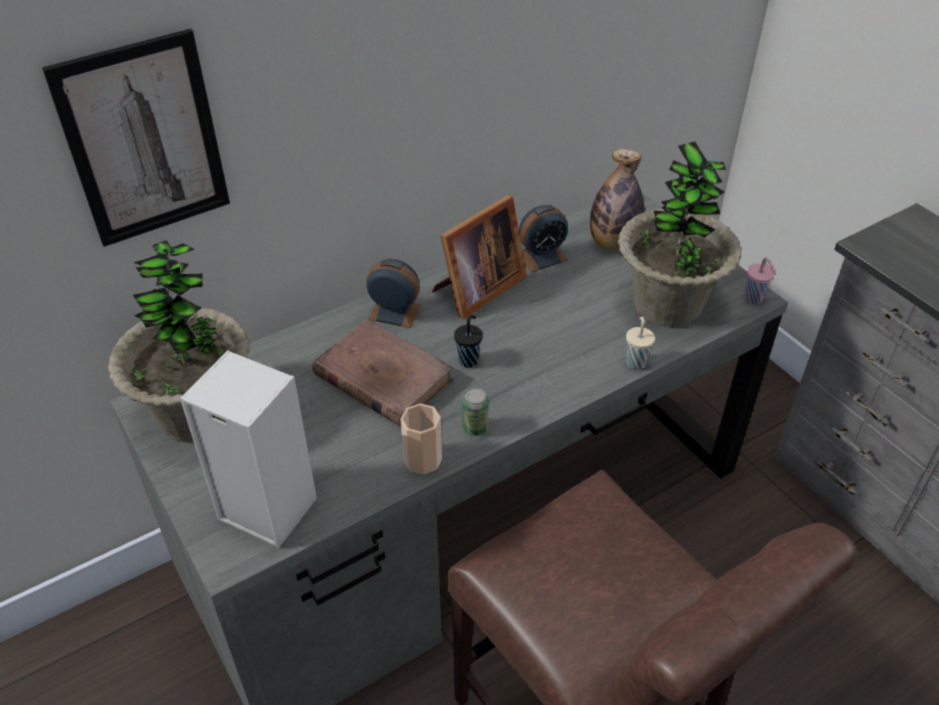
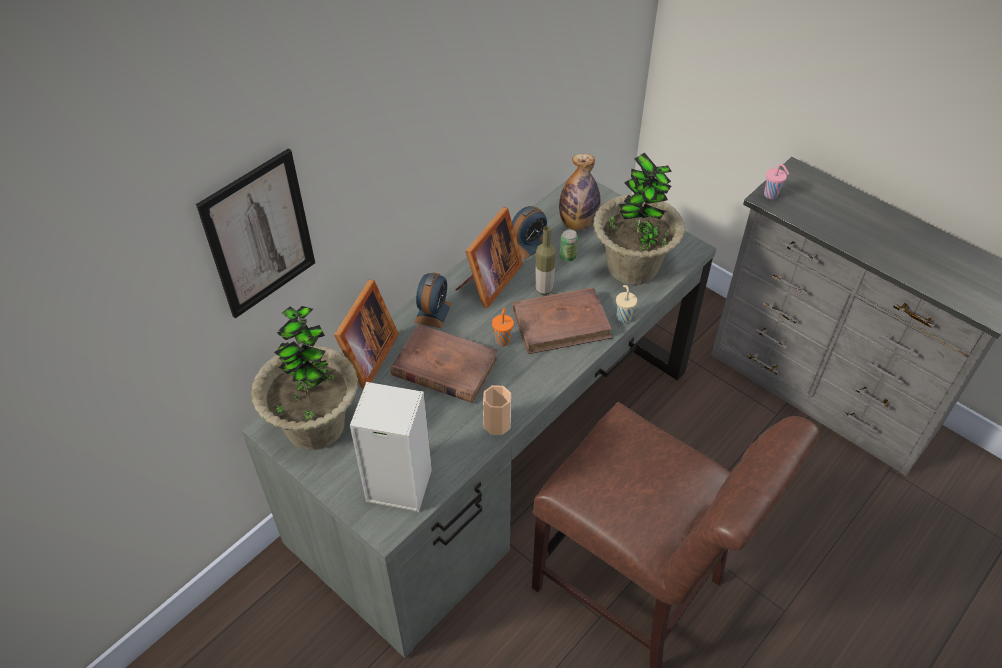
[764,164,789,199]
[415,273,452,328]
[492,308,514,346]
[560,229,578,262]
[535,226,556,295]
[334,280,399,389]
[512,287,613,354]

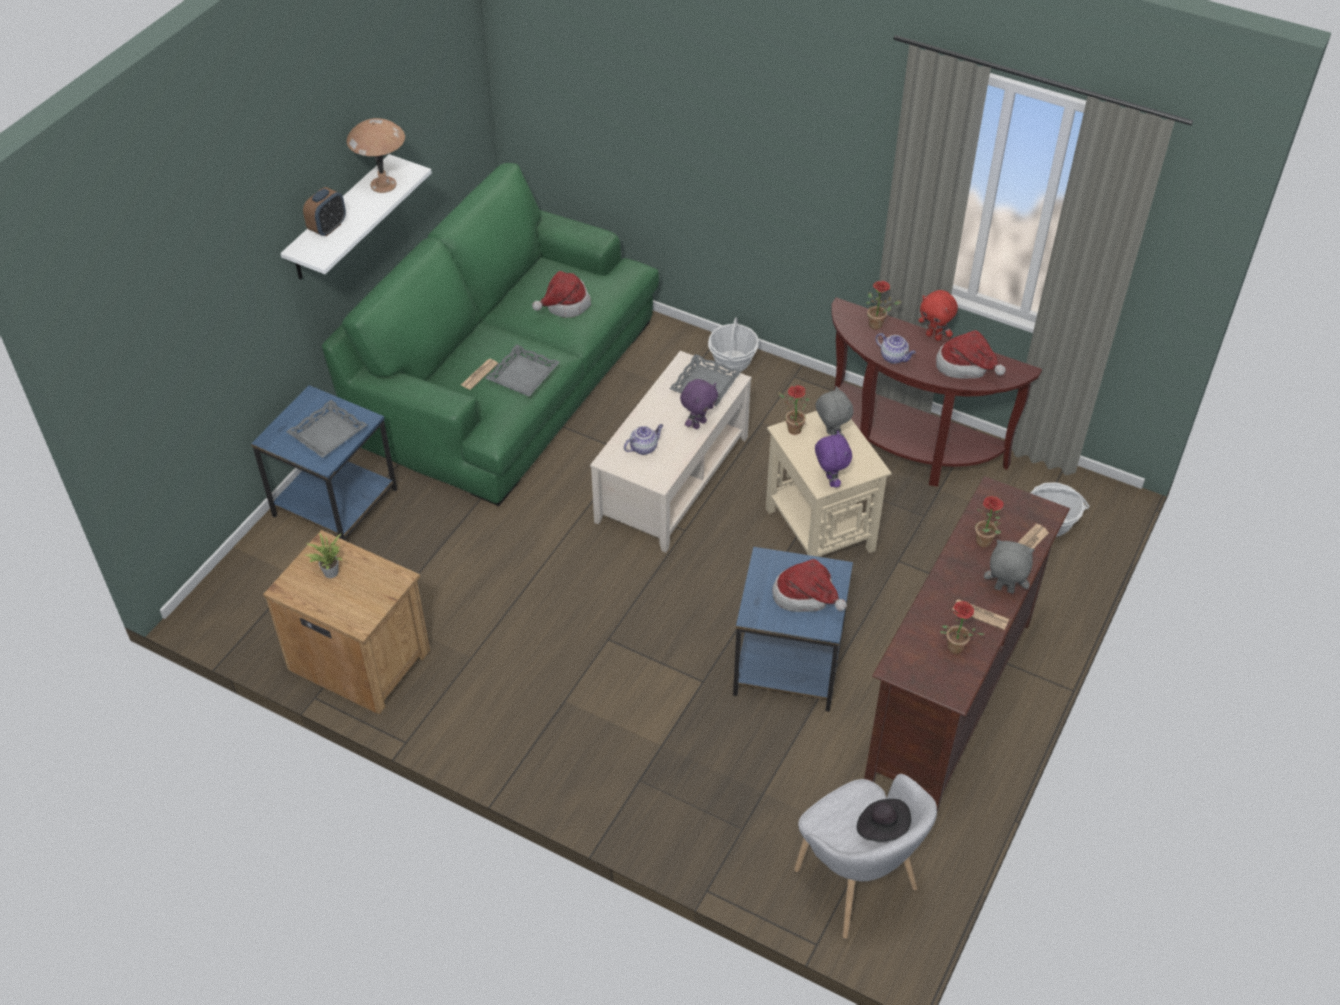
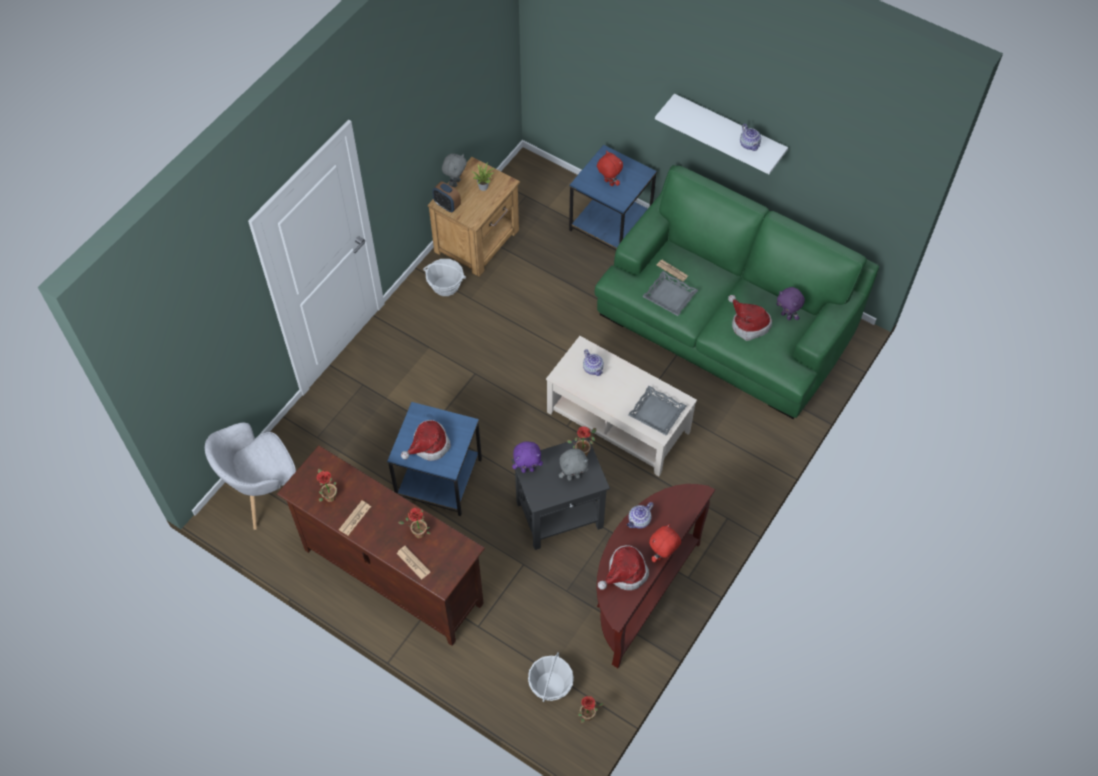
[740,124,761,151]
[432,181,461,212]
[578,696,604,723]
[423,259,466,296]
[777,287,805,320]
[597,151,623,186]
[511,437,610,550]
[442,154,467,187]
[857,799,911,841] (first image)

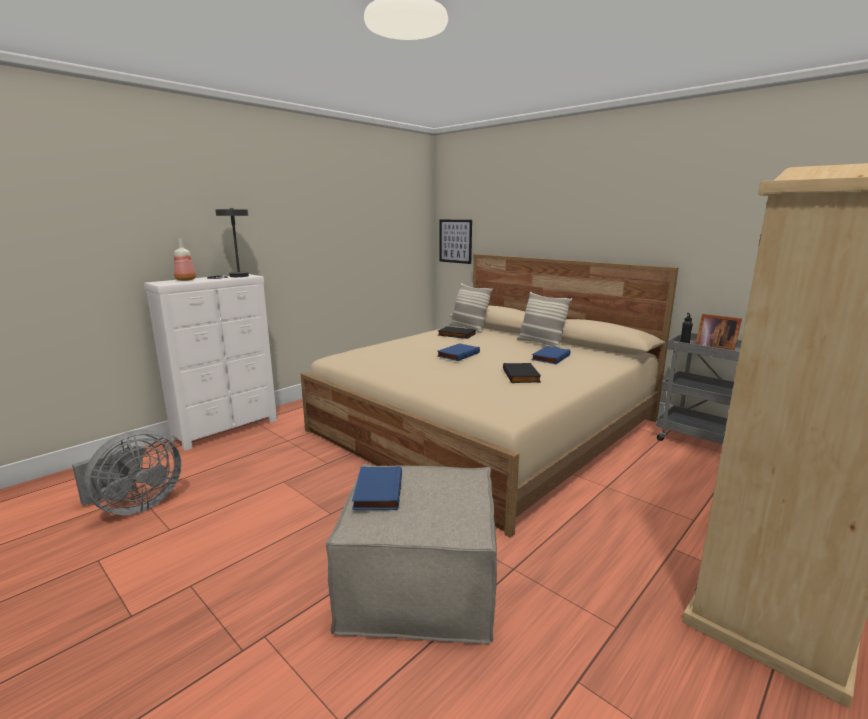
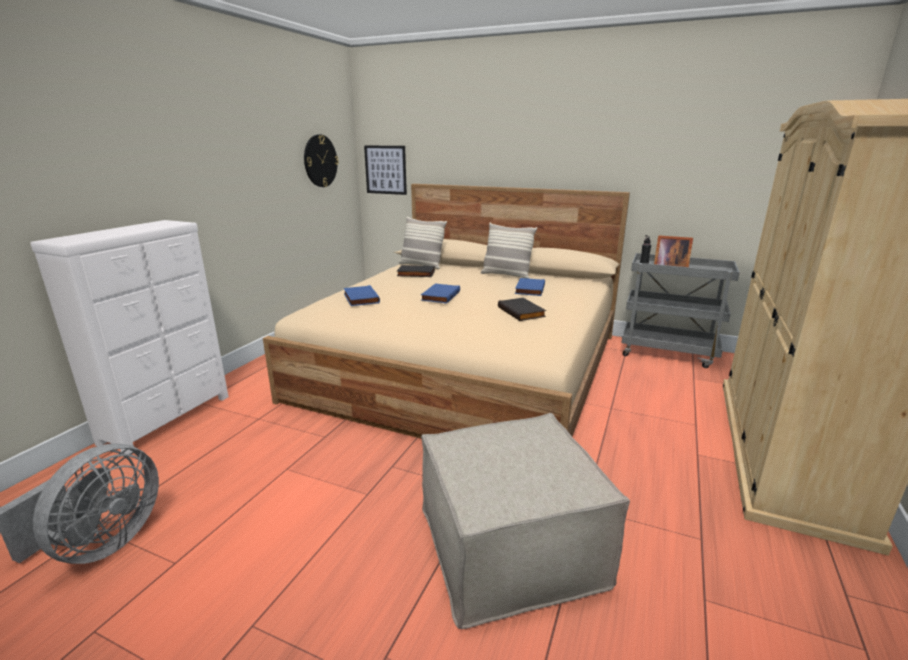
[207,208,249,279] (first image)
[174,239,196,281] (first image)
[344,285,380,306]
[304,134,339,187]

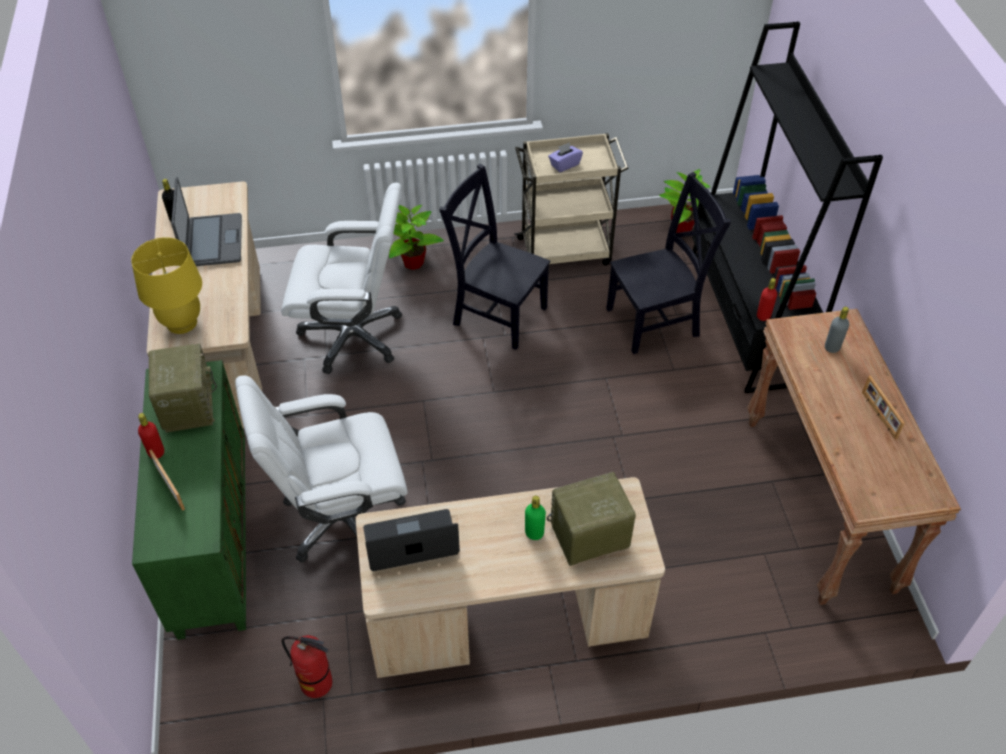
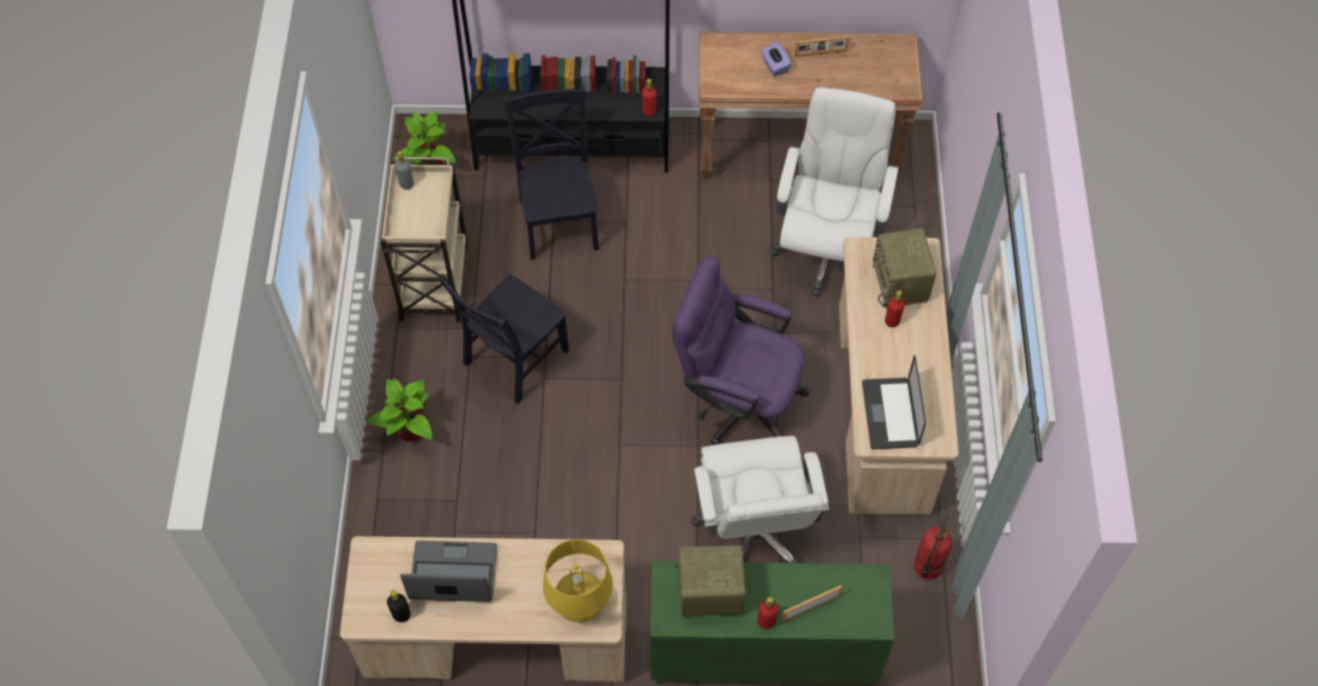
[761,41,791,77]
[770,87,898,296]
[395,151,414,190]
[885,290,905,327]
[672,255,809,445]

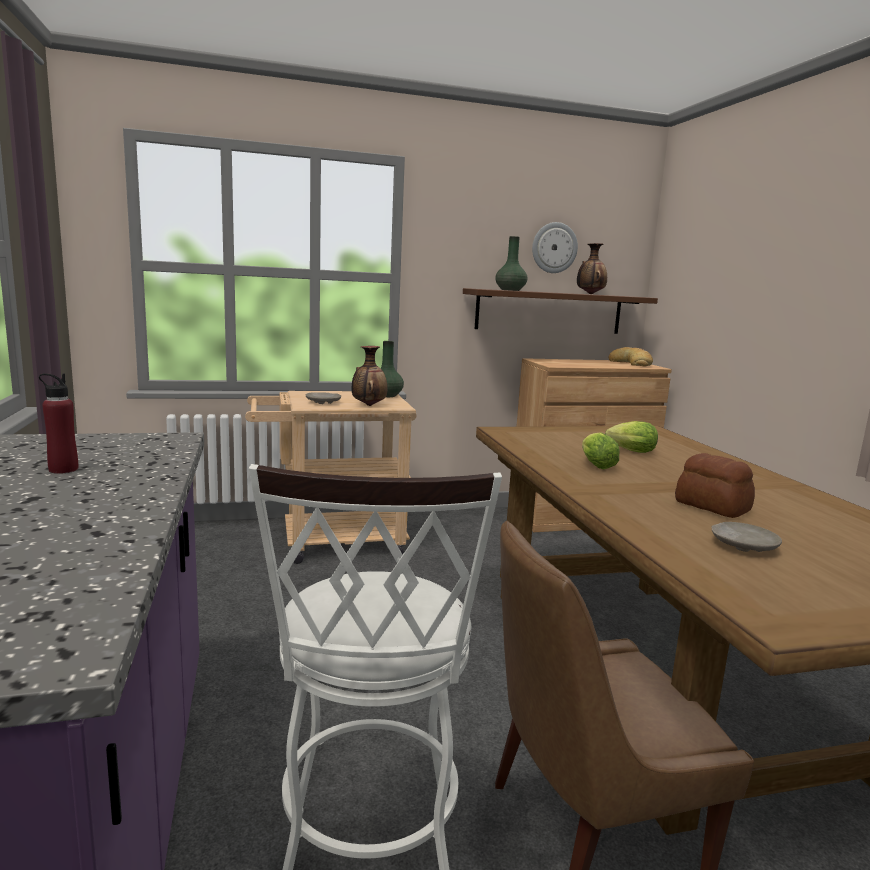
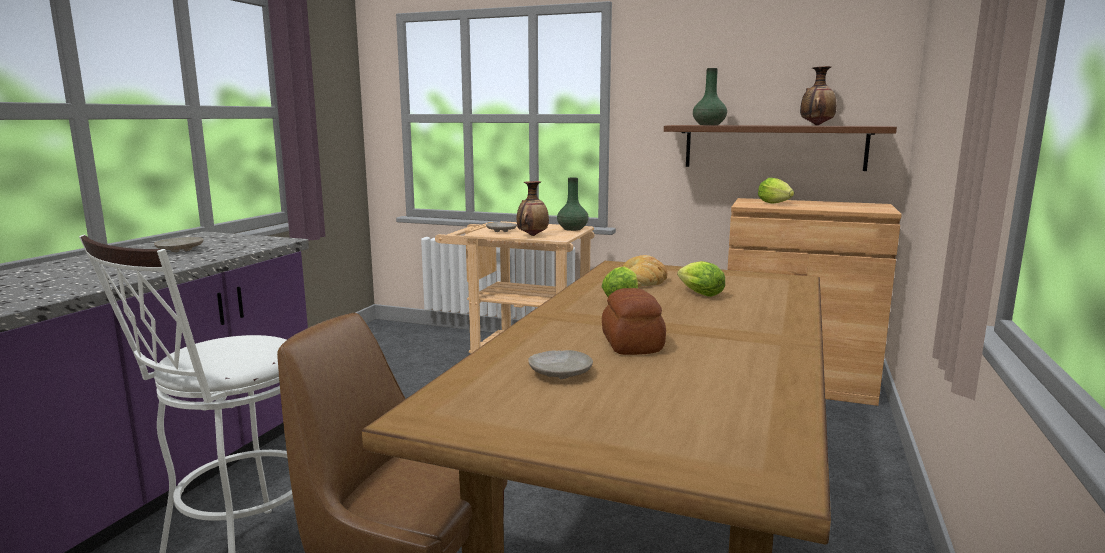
[532,222,578,273] (first image)
[623,255,667,287]
[154,237,203,252]
[758,178,794,203]

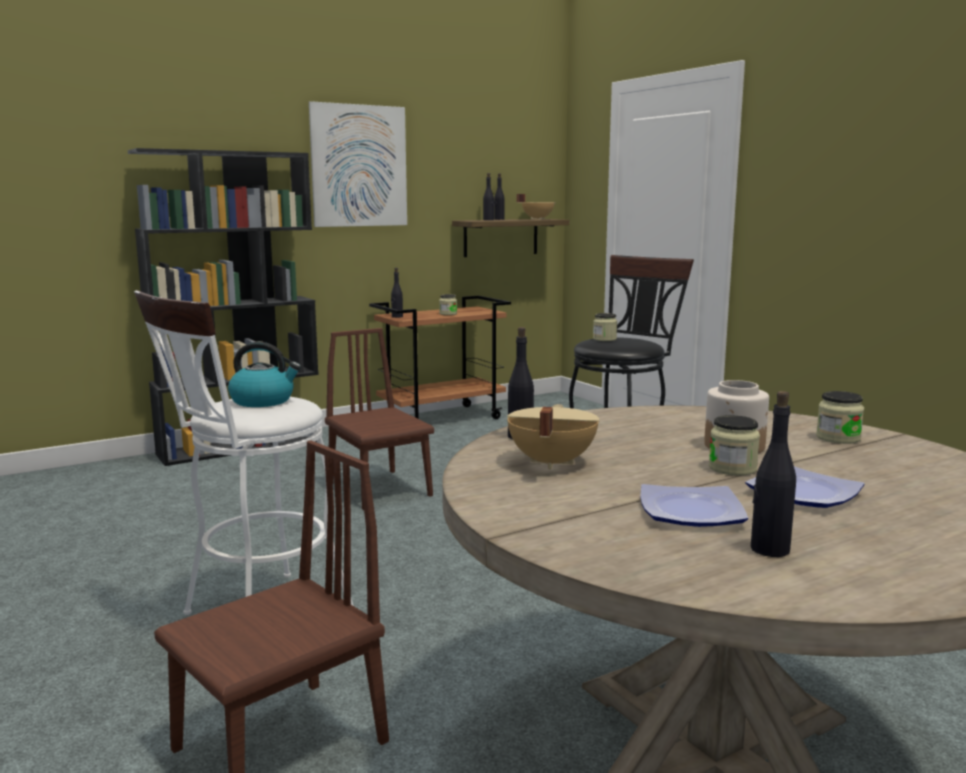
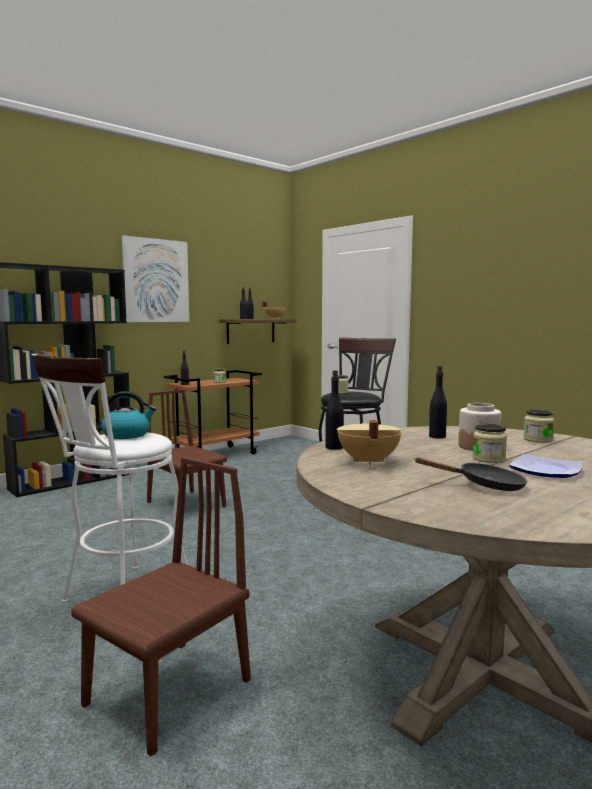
[429,366,447,439]
[414,457,527,491]

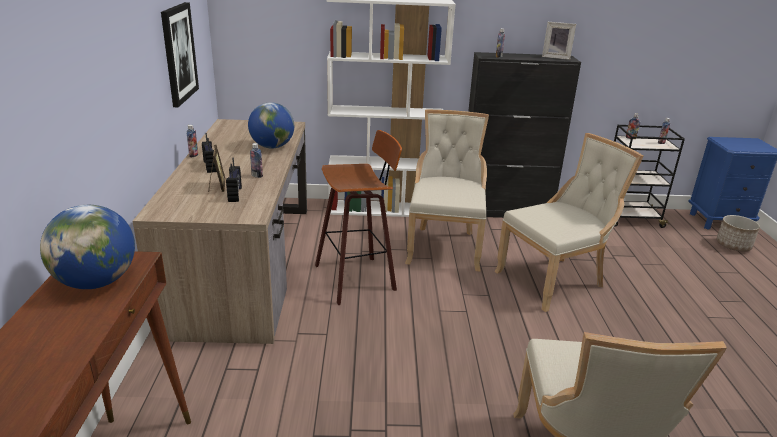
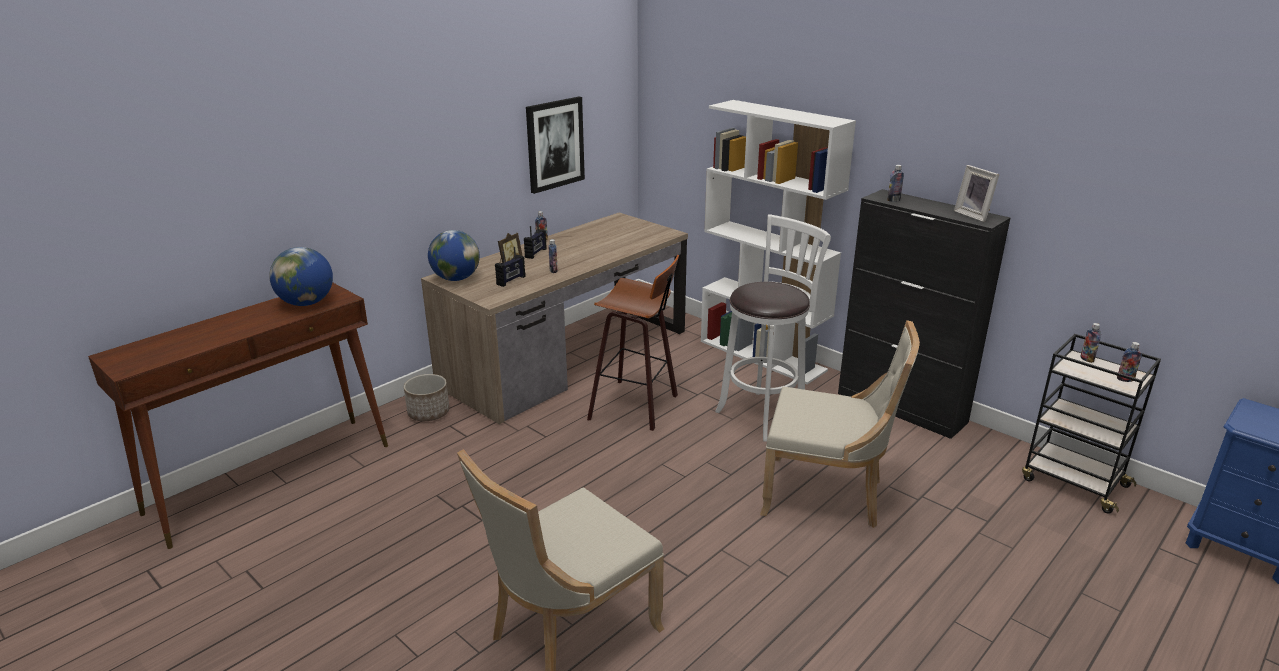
[428,230,480,281]
[715,214,831,442]
[404,374,450,421]

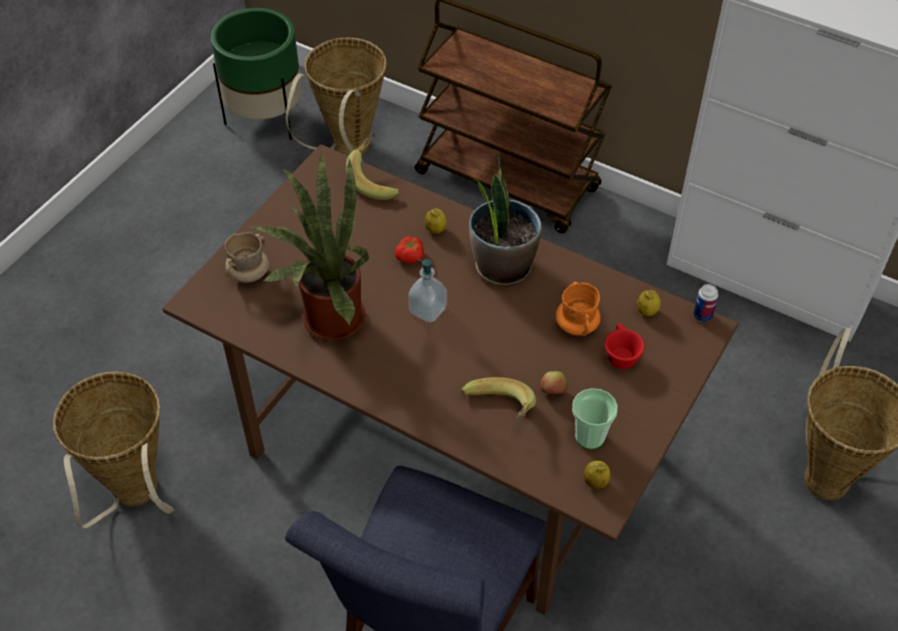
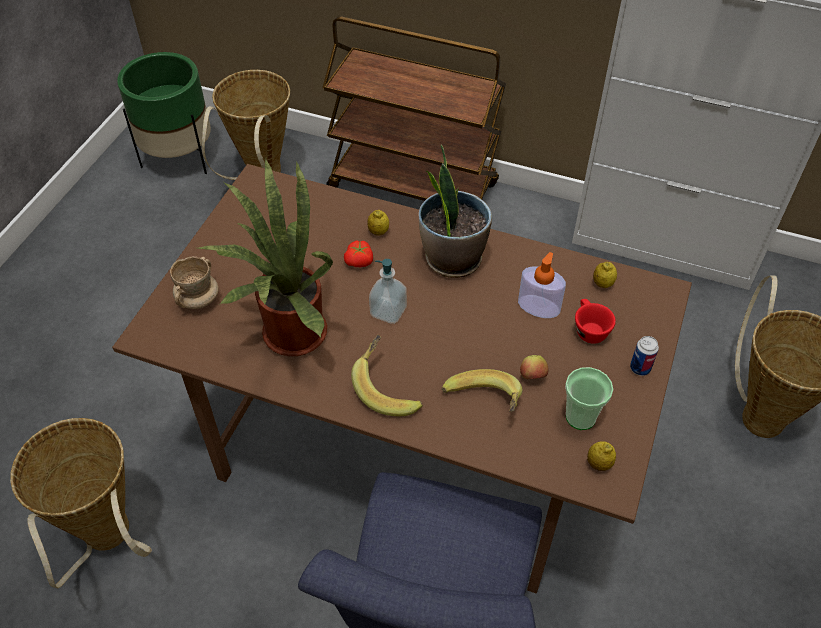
[351,335,423,416]
[518,252,566,318]
[630,336,659,376]

